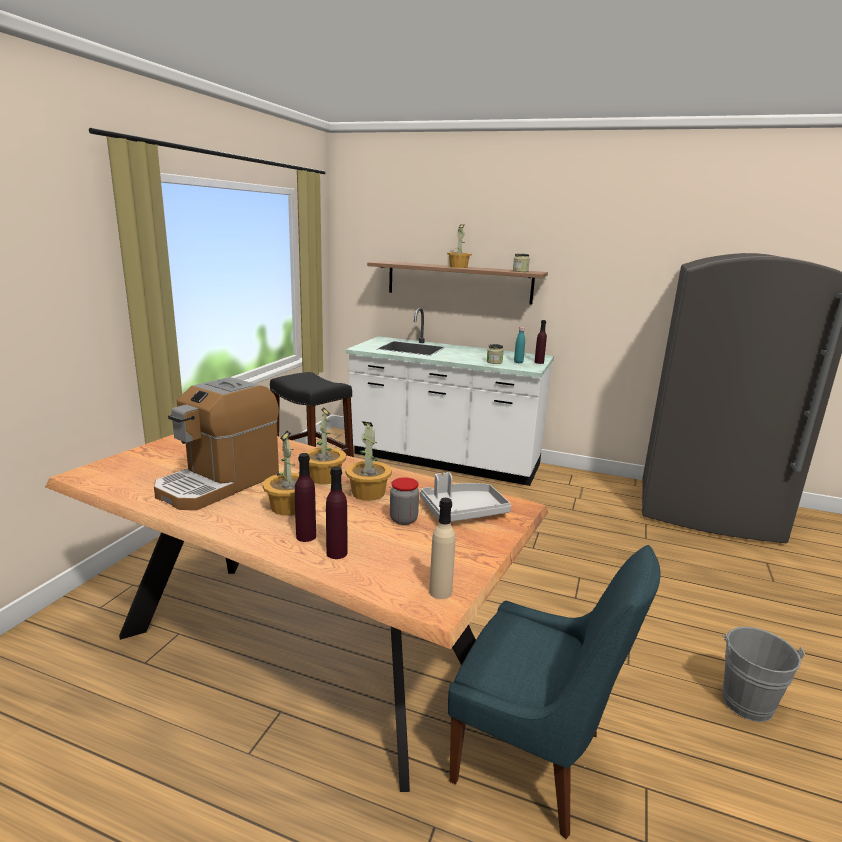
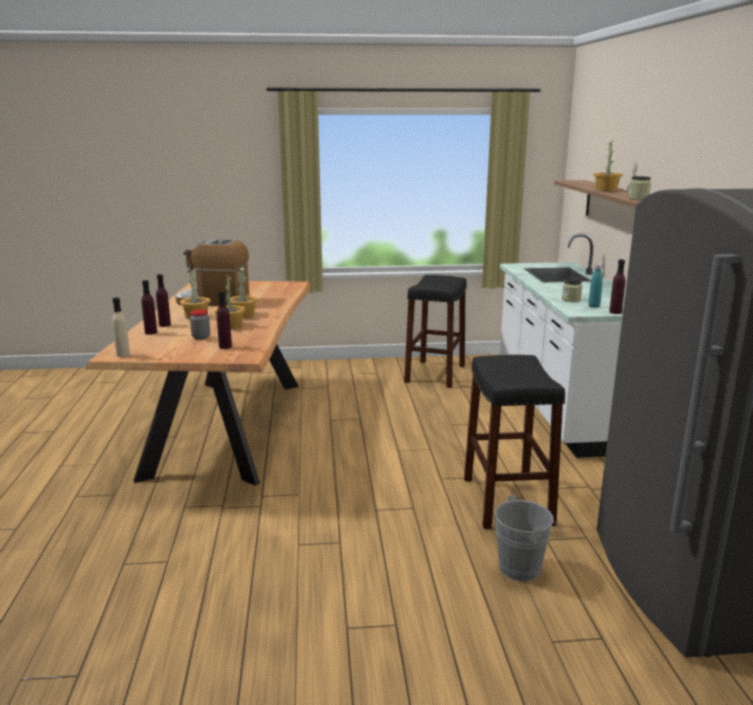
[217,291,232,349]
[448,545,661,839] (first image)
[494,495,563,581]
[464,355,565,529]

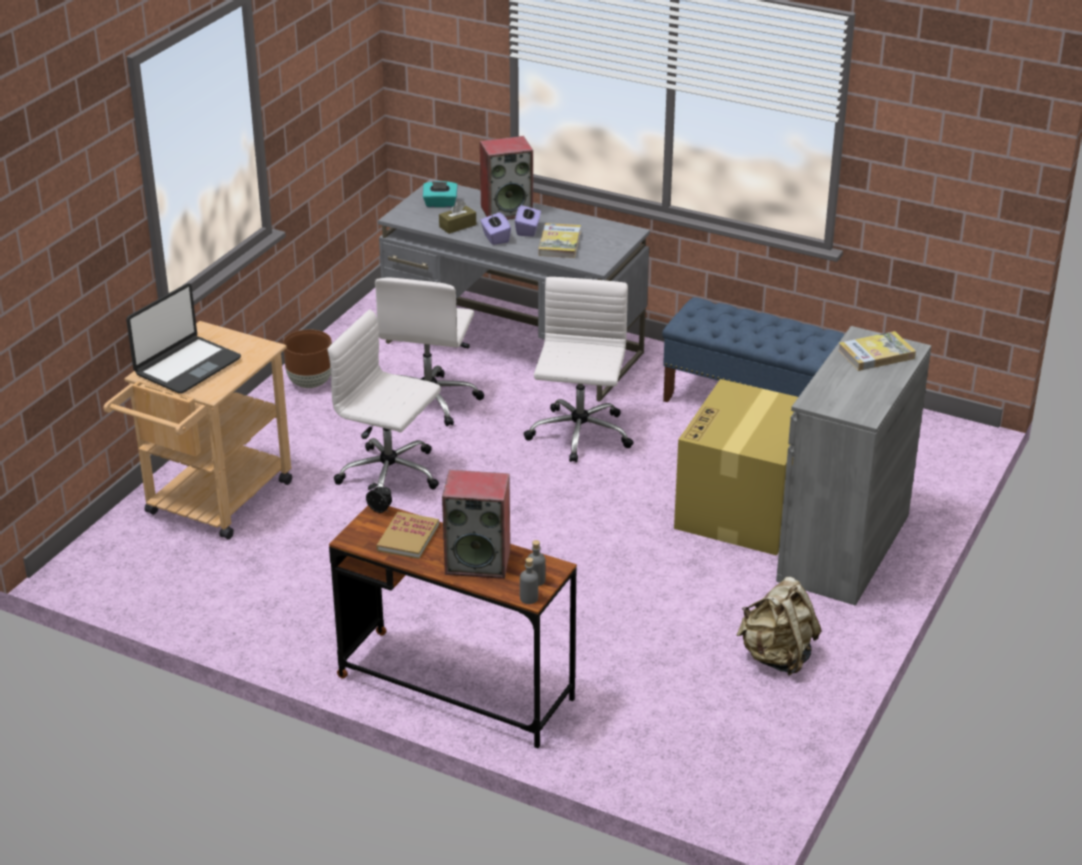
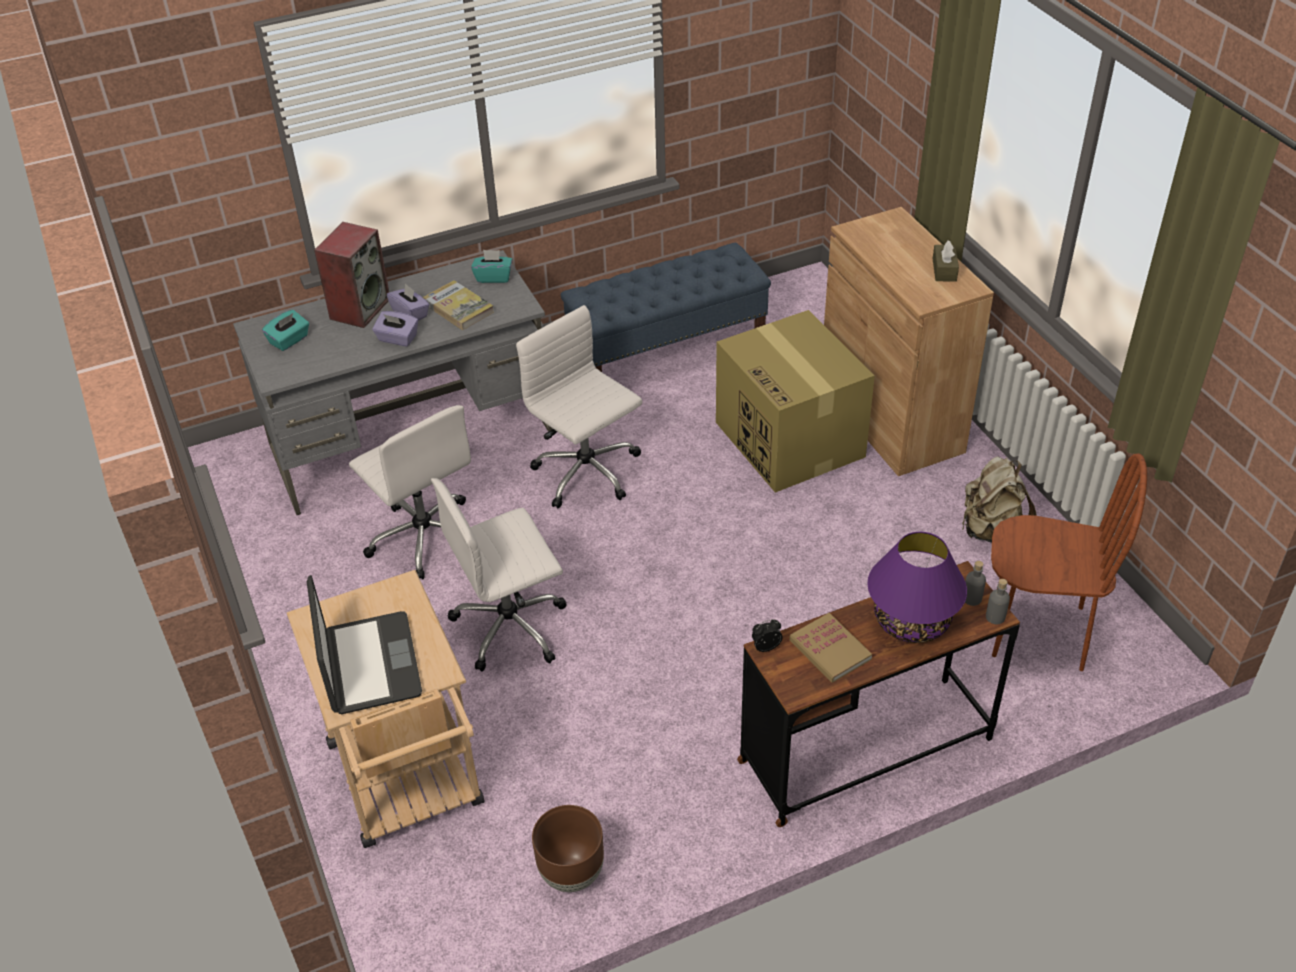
[933,240,959,282]
[824,207,994,476]
[532,805,604,892]
[838,331,916,371] (first image)
[867,532,967,643]
[471,250,513,283]
[991,453,1147,671]

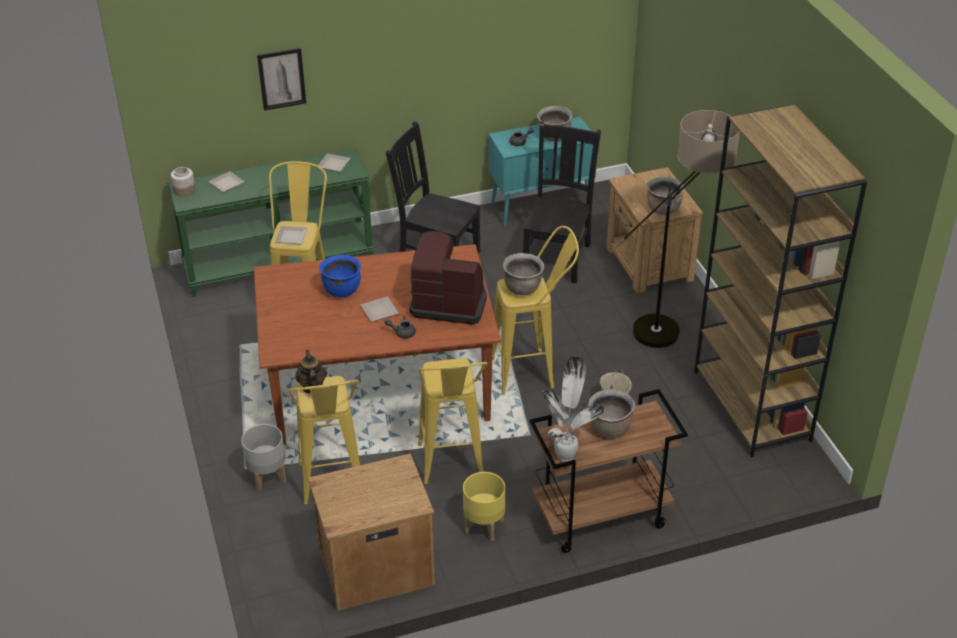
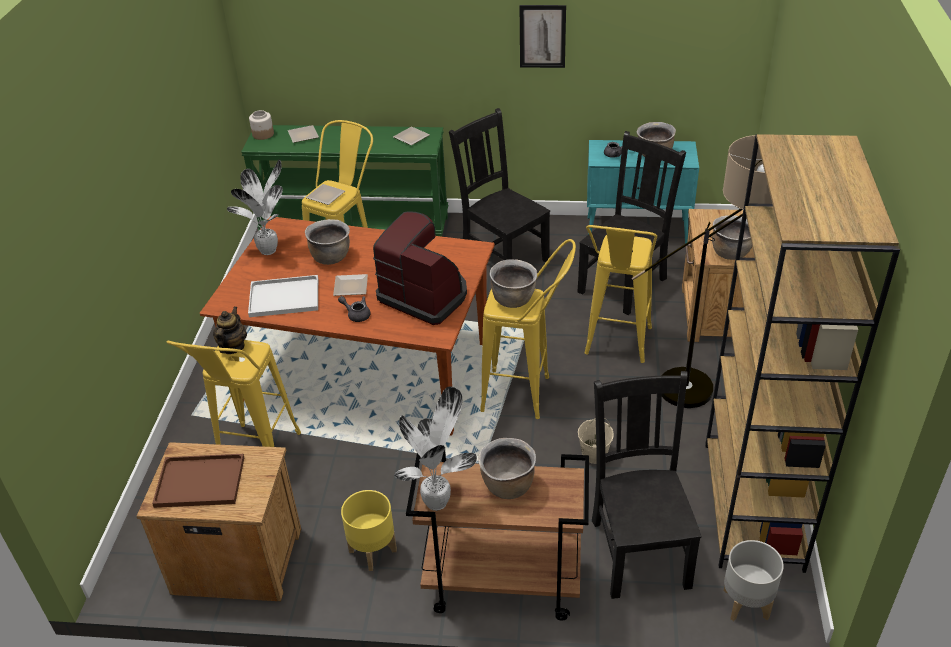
[520,5,566,68]
[305,219,350,265]
[584,225,657,363]
[724,540,784,621]
[227,159,283,255]
[248,275,318,317]
[592,371,701,599]
[152,454,244,508]

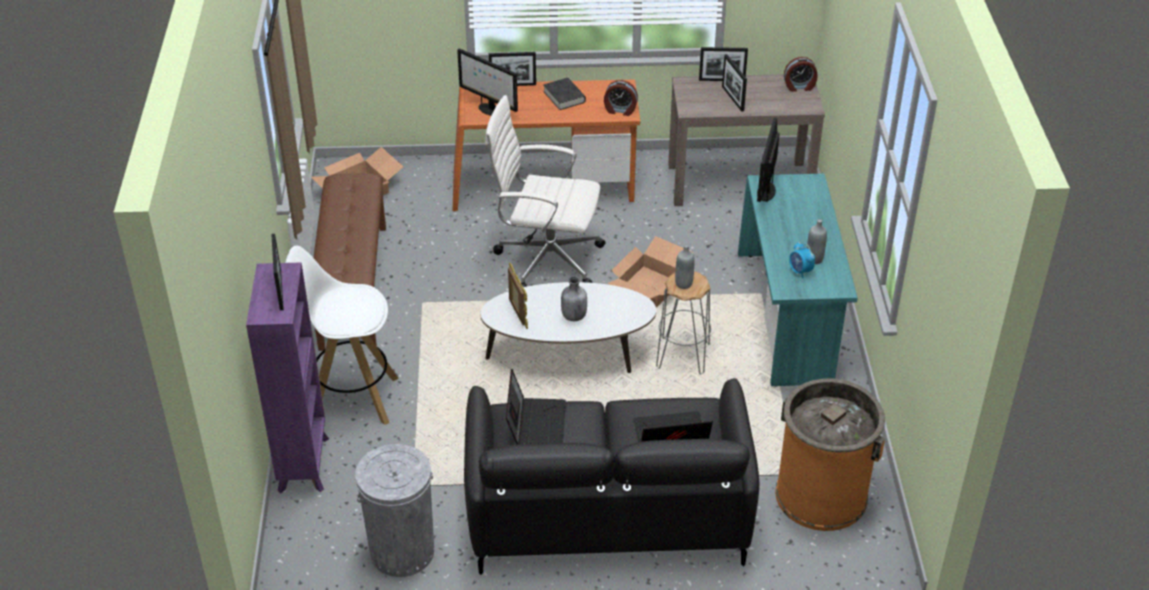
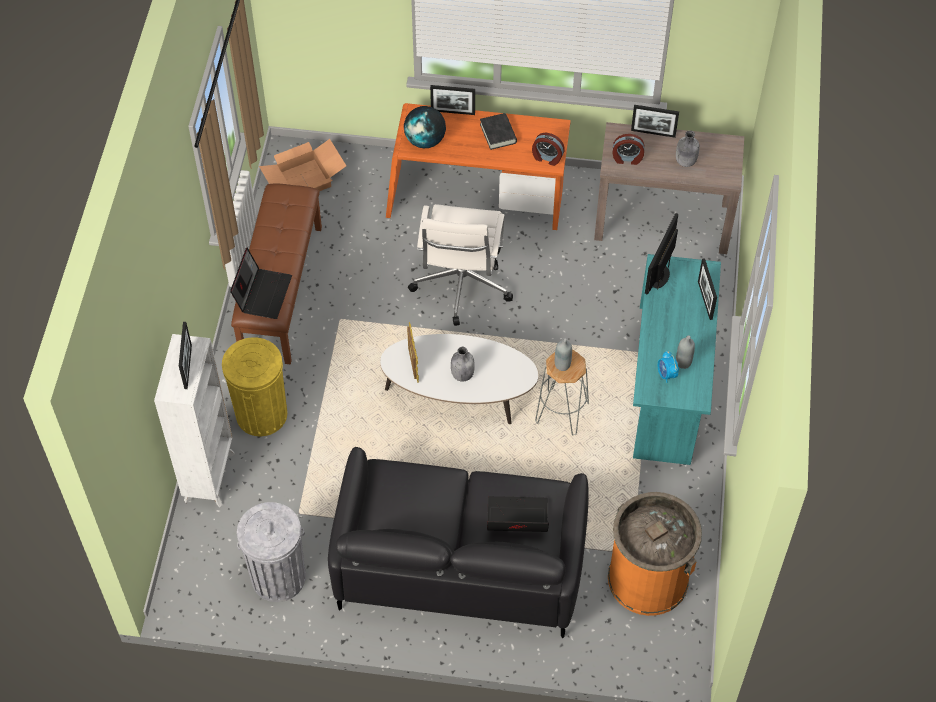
[404,106,446,148]
[698,258,717,320]
[613,134,644,165]
[408,204,513,326]
[607,236,694,307] (first image)
[222,337,287,436]
[154,334,235,507]
[230,248,292,319]
[676,130,700,167]

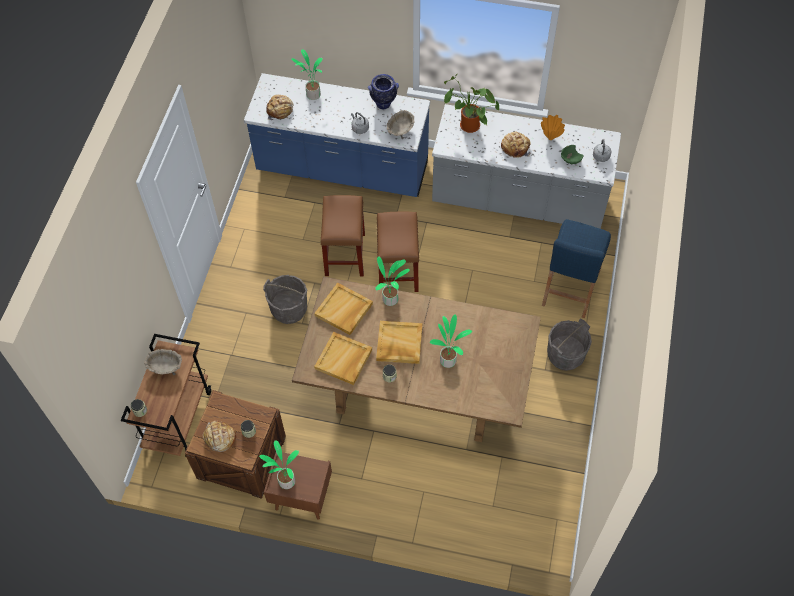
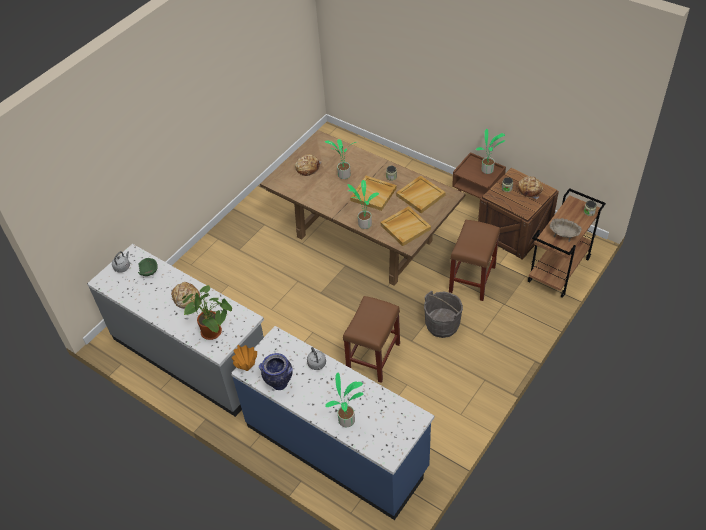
[295,154,322,176]
[387,110,414,139] (first image)
[232,345,257,371]
[449,219,500,301]
[542,219,611,318] (first image)
[547,319,592,371] (first image)

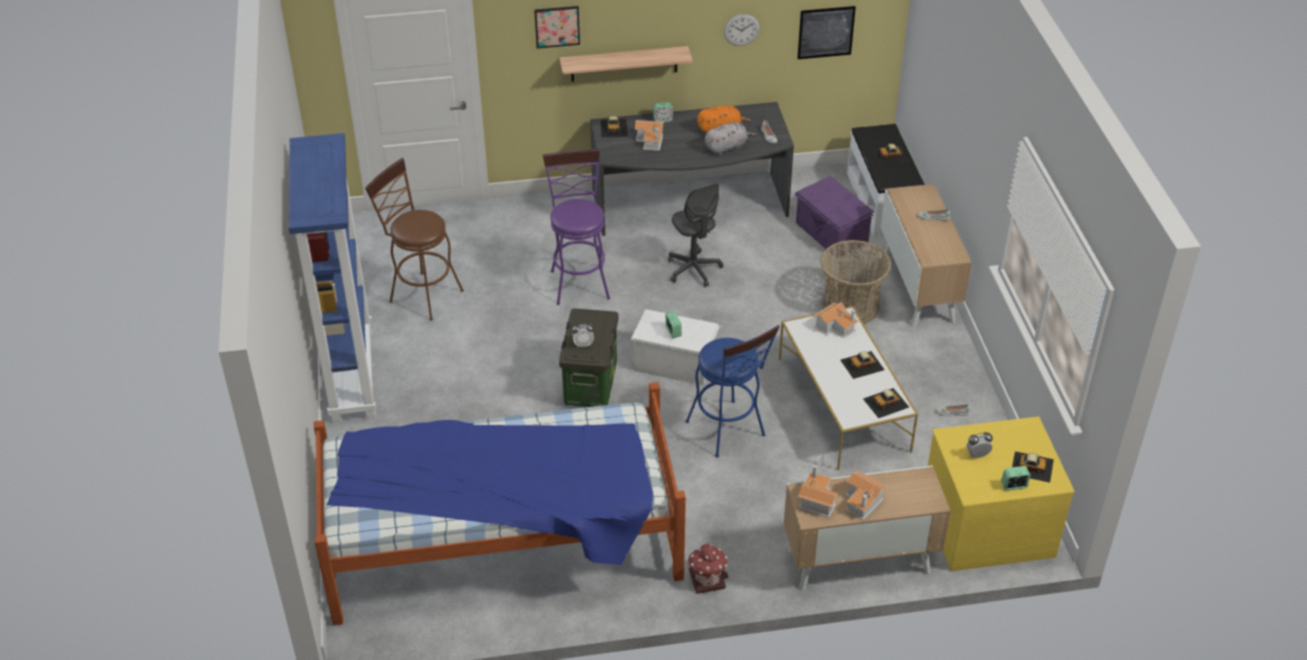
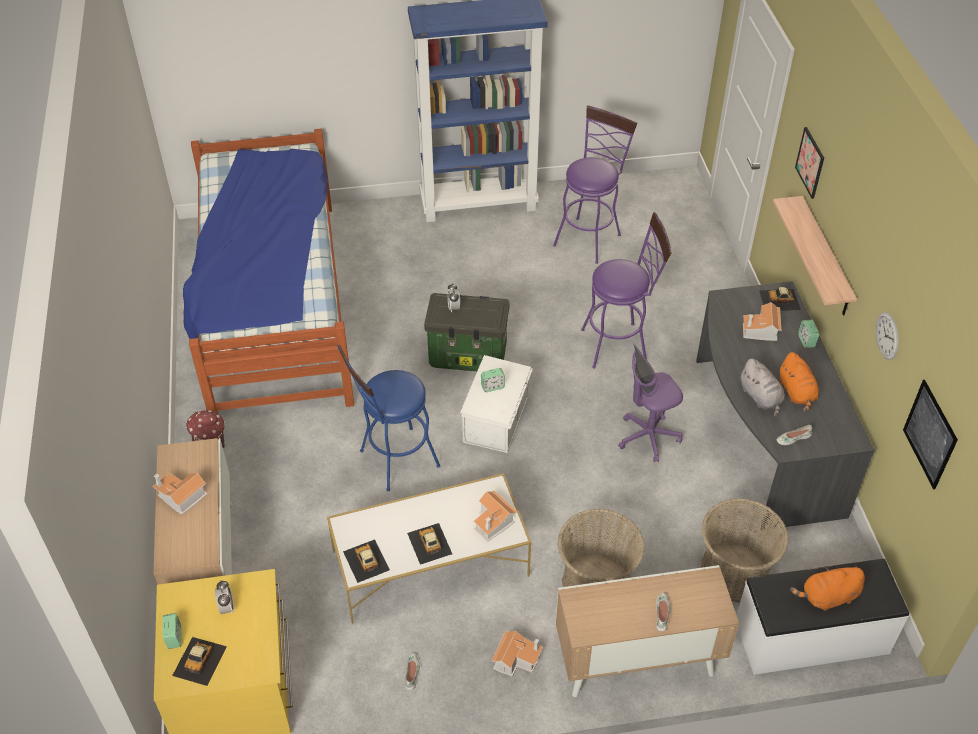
[790,565,865,611]
[553,105,637,264]
[701,498,789,603]
[618,344,683,462]
[491,631,543,677]

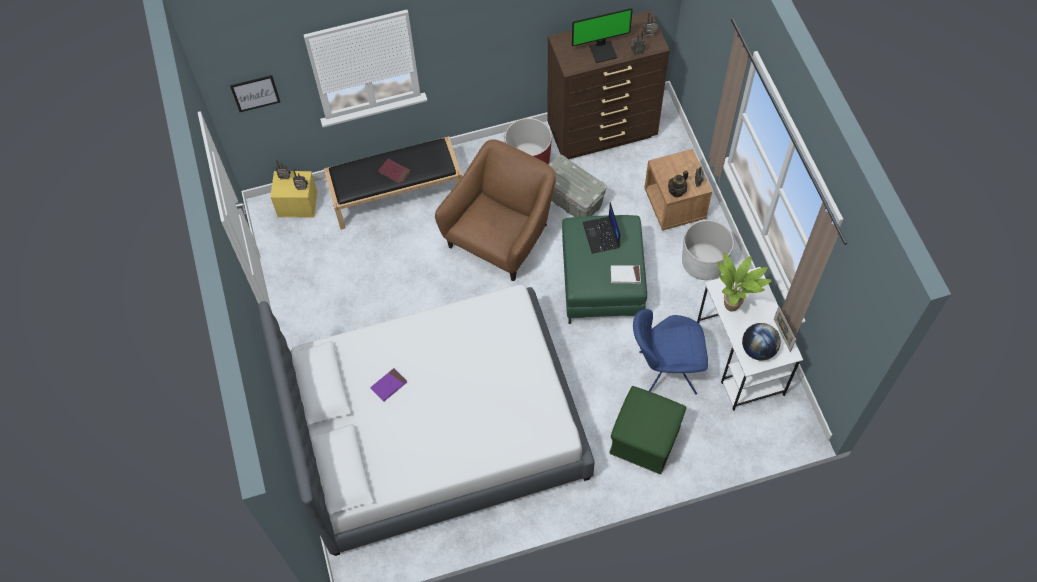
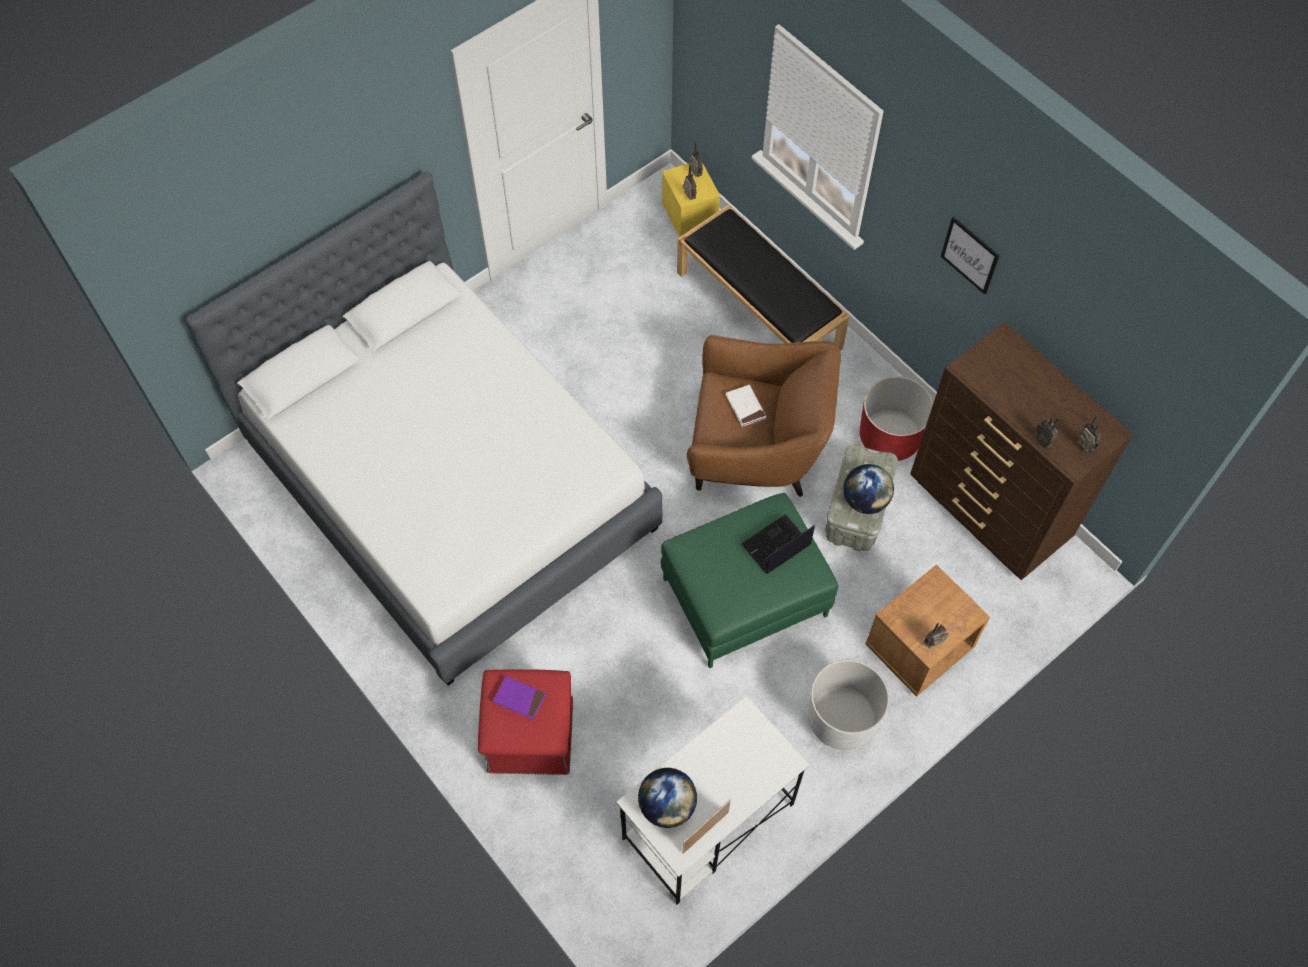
[572,8,633,63] (first image)
[941,217,999,295]
[378,159,411,184] (first image)
[668,170,688,198] (first image)
[718,252,772,311] (first image)
[726,385,766,427]
[633,309,708,395] (first image)
[493,676,546,720]
[478,669,573,775]
[843,464,894,514]

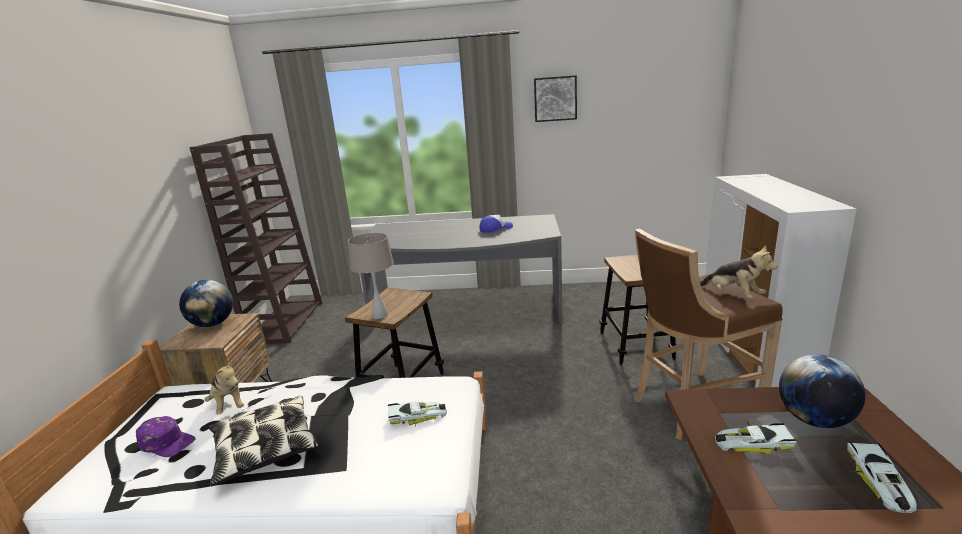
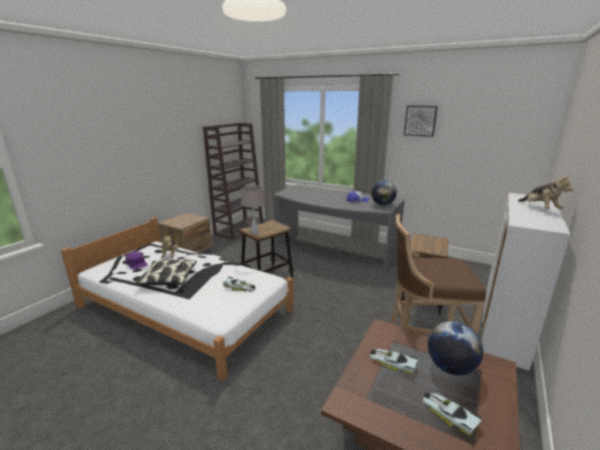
[518,175,573,209]
[371,180,397,205]
[422,392,482,436]

